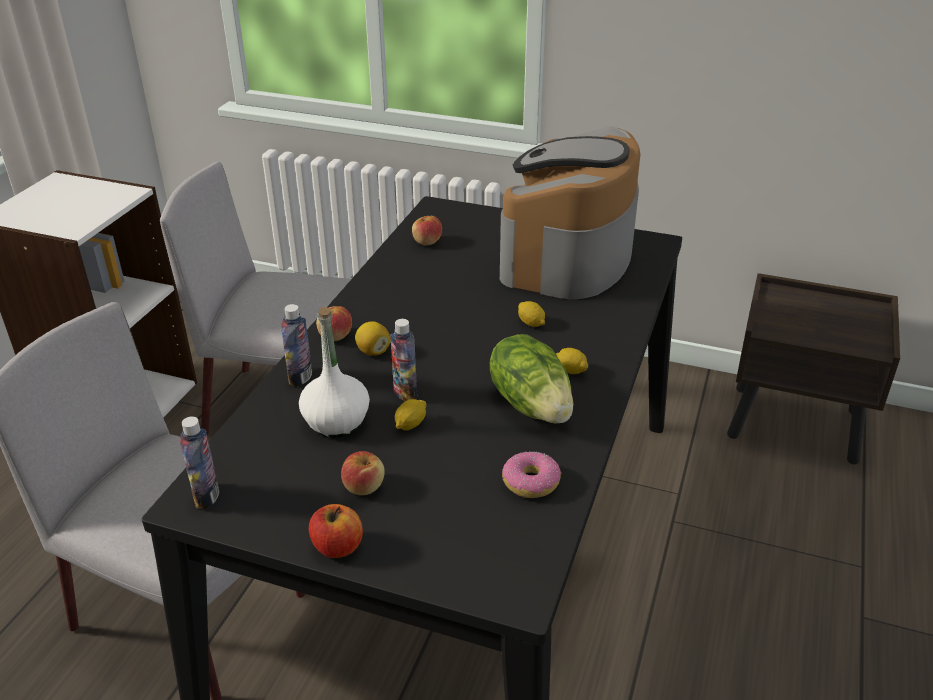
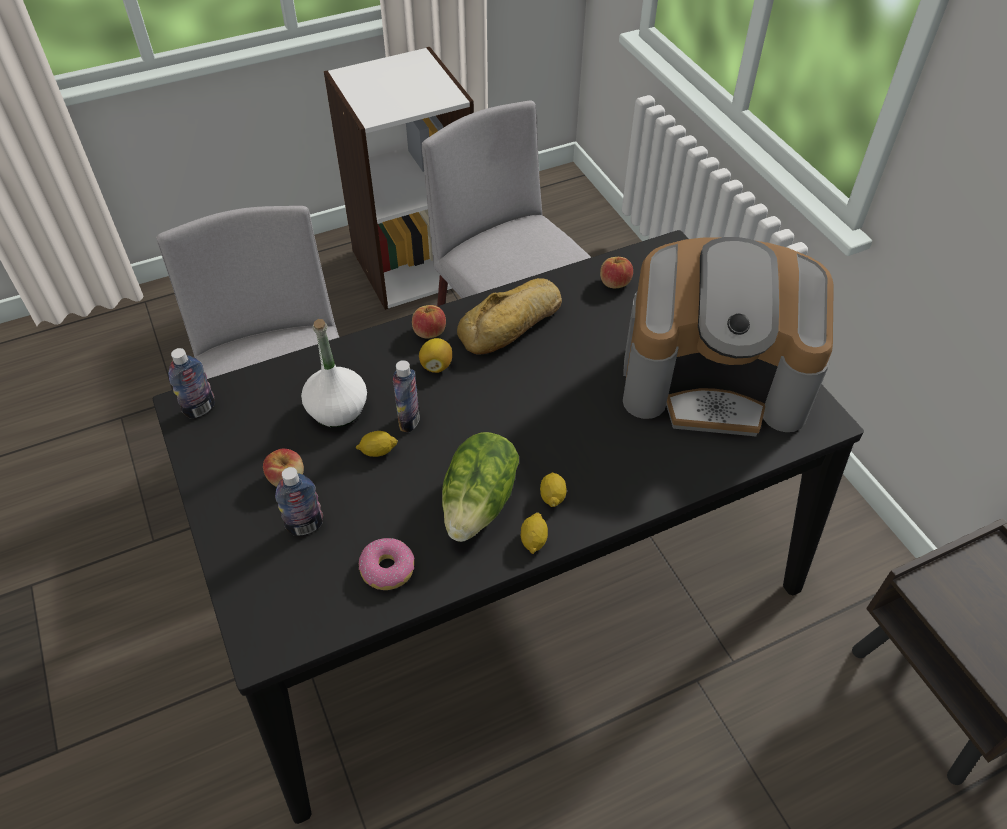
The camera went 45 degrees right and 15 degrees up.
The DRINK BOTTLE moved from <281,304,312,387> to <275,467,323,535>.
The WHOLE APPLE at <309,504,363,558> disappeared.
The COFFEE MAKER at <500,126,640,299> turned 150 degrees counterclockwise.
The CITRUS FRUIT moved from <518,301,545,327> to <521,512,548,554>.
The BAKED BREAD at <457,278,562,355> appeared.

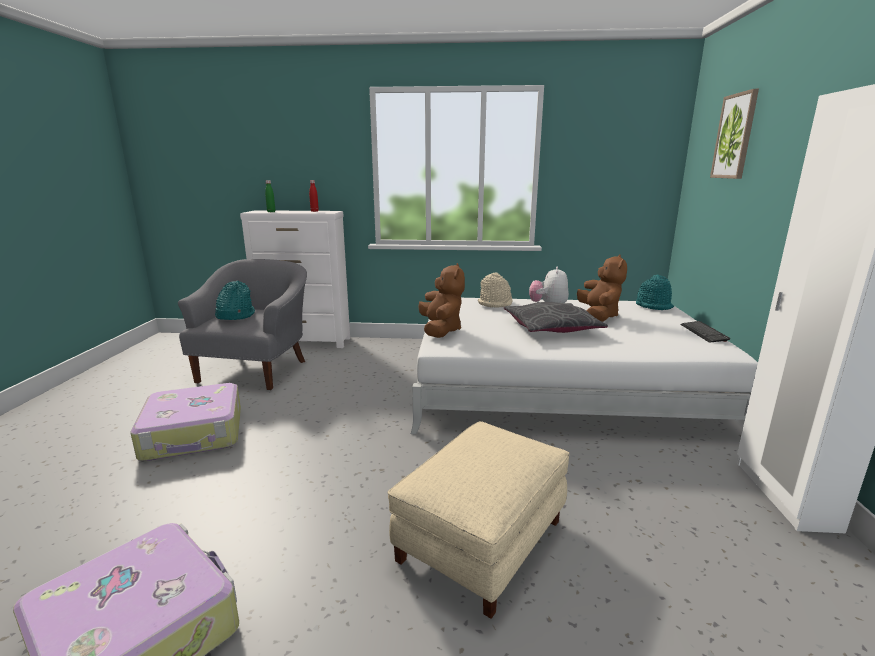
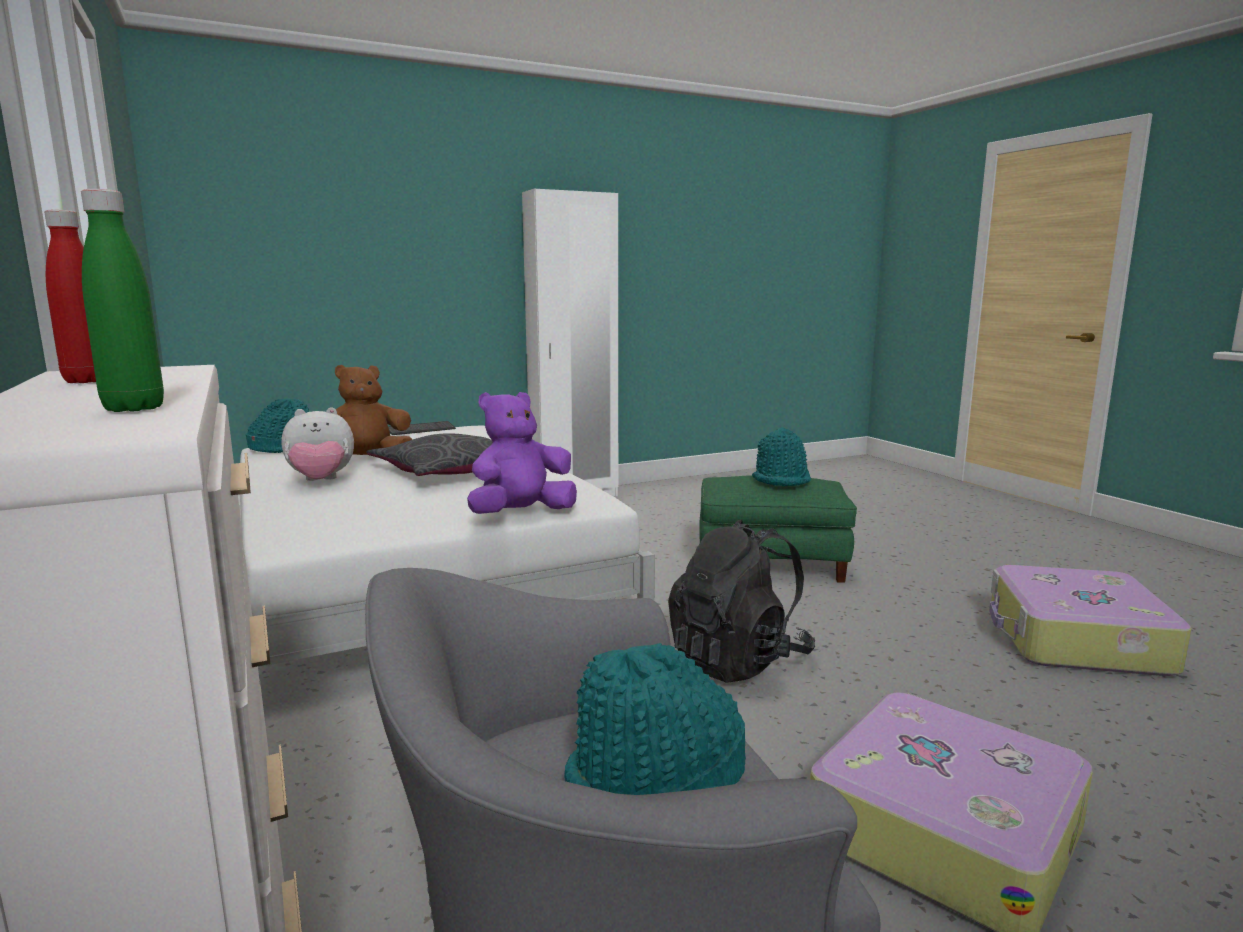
The camera went 120 degrees left and 5 degrees down.
The BEIGE-COLOURED FOOTREST at <388,421,570,619> became the GREEN FOOTREST at <699,476,857,583>.
The BROWNISH SOFT TOY at <418,263,465,338> became the PURPLE-COLOURED SOFT TOY at <467,392,577,514>.
The BEIGE-COLOURED WEARABLE HAT at <478,272,513,308> disappeared.
The PICTURE at <710,89,759,179> disappeared.
The BLACK-COLOURED RUCKSACK at <668,520,815,682> appeared.
The BLUE-GREEN WEARABLE HAT at <752,427,811,486> appeared.

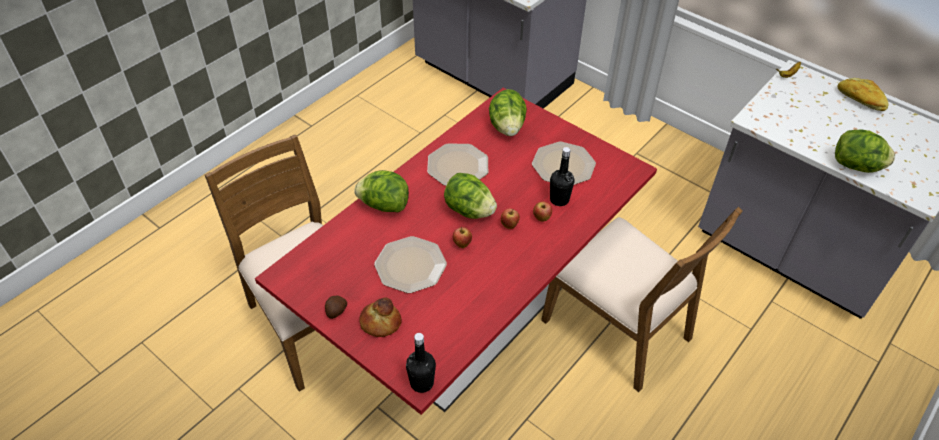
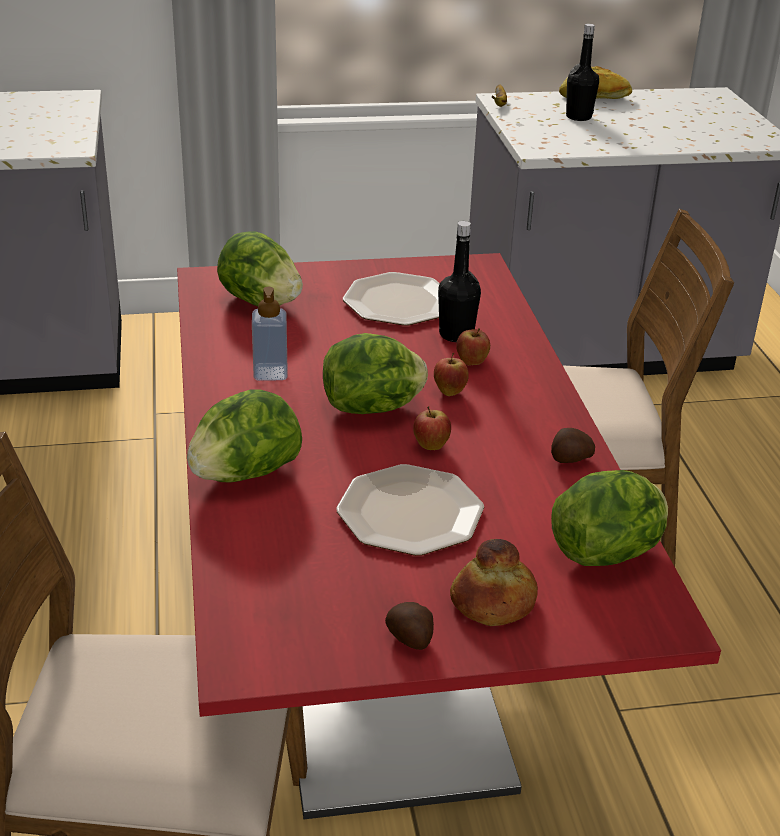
The camera went 50 degrees left and 15 degrees down.
The BLACK-COLOURED DRINK BOTTLE moved from <406,333,436,393> to <566,24,599,121>.
The FLAT DISH at <427,144,488,186> was replaced by the SOAP BOTTLE at <252,287,288,381>.
The LETTUCE moved from <835,129,895,173> to <551,470,668,566>.
The POTATO at <551,428,595,463> appeared.

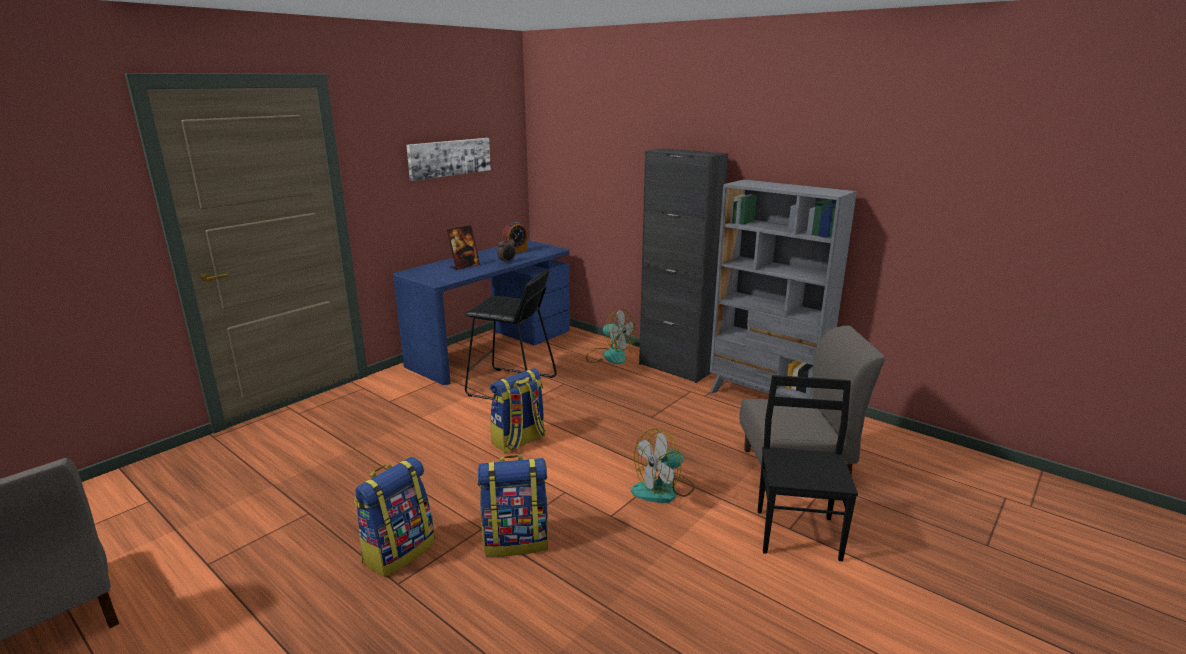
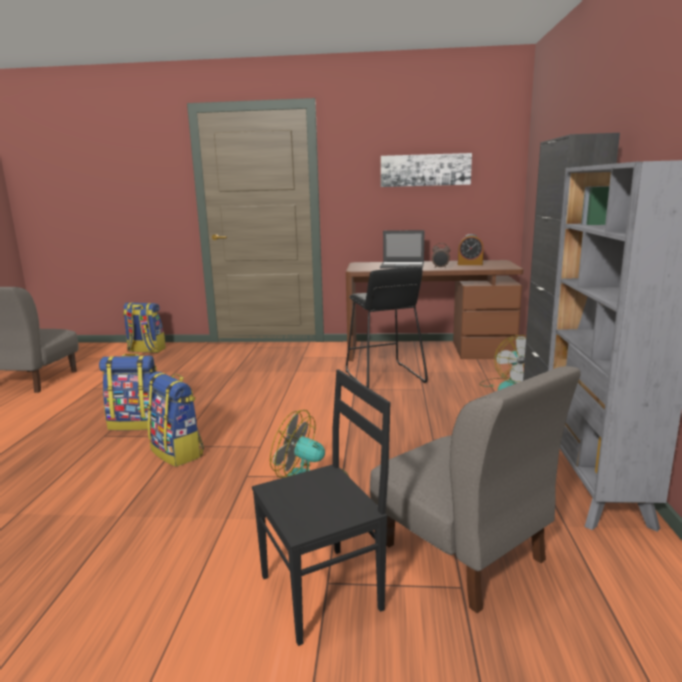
The camera went 55 degrees right and 5 degrees down.
The BLUISH DESK at <393,240,570,385> became the BROWNISH DESK at <346,260,524,361>.
The PICTURE FRAME at <447,225,480,270> was replaced by the NOTEBOOK COMPUTER at <380,230,425,268>.
The RUCKSACK moved from <490,368,545,453> to <123,303,166,353>.

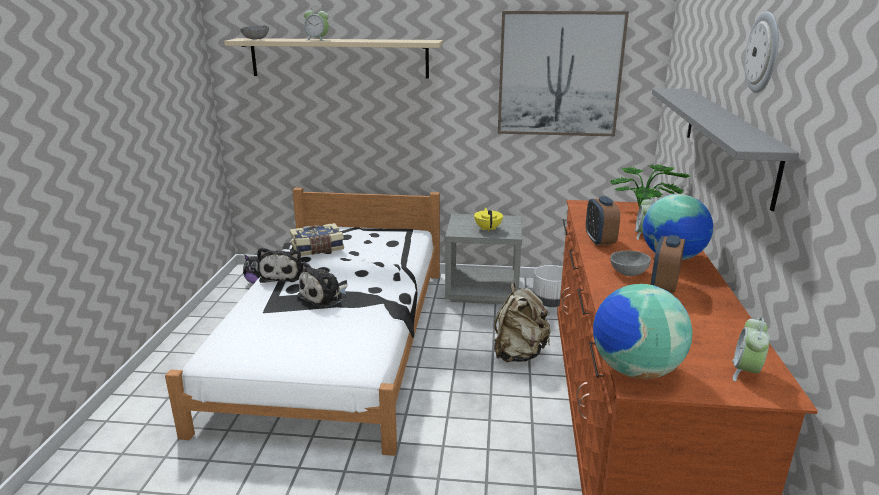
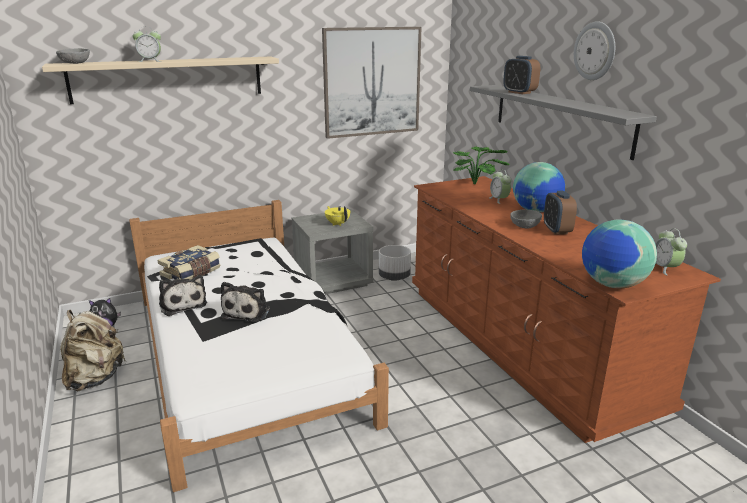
The camera went 30 degrees left and 0 degrees up.
The BEIGE-COLOURED RUCKSACK moved from <494,283,551,362> to <60,310,126,391>.
The ALARM CLOCK moved from <586,196,620,246> to <503,56,540,94>.

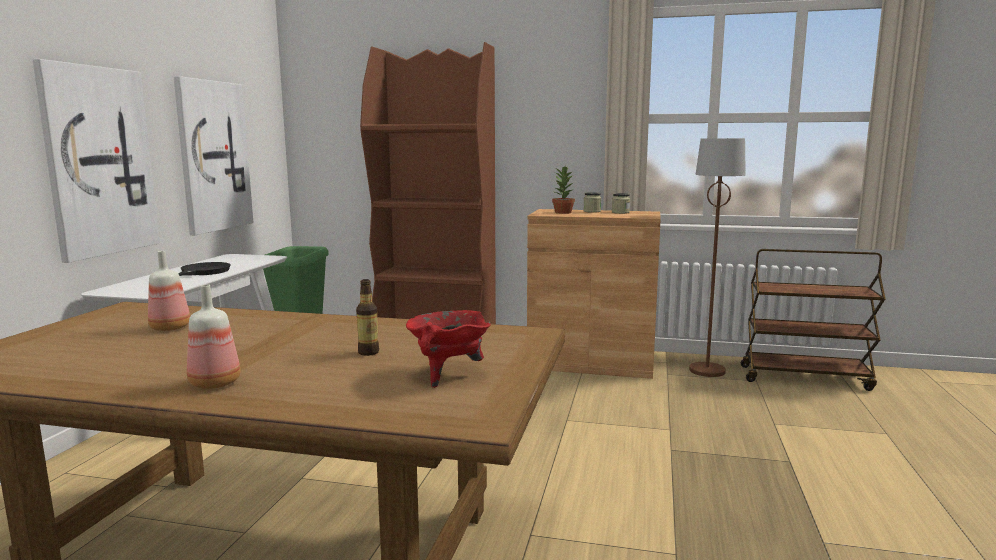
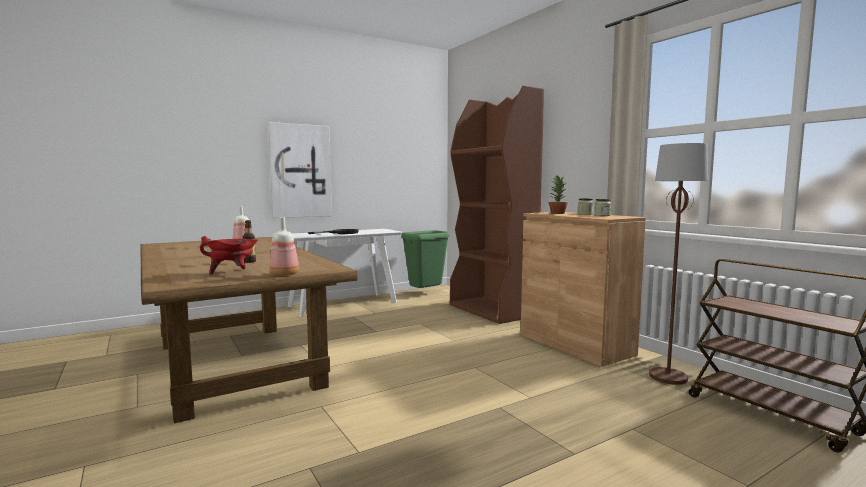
The camera went 45 degrees right and 5 degrees down.
The PICTURE at <174,76,253,235> disappeared.
The DRINK BOTTLE moved from <187,284,241,389> to <270,217,299,276>.

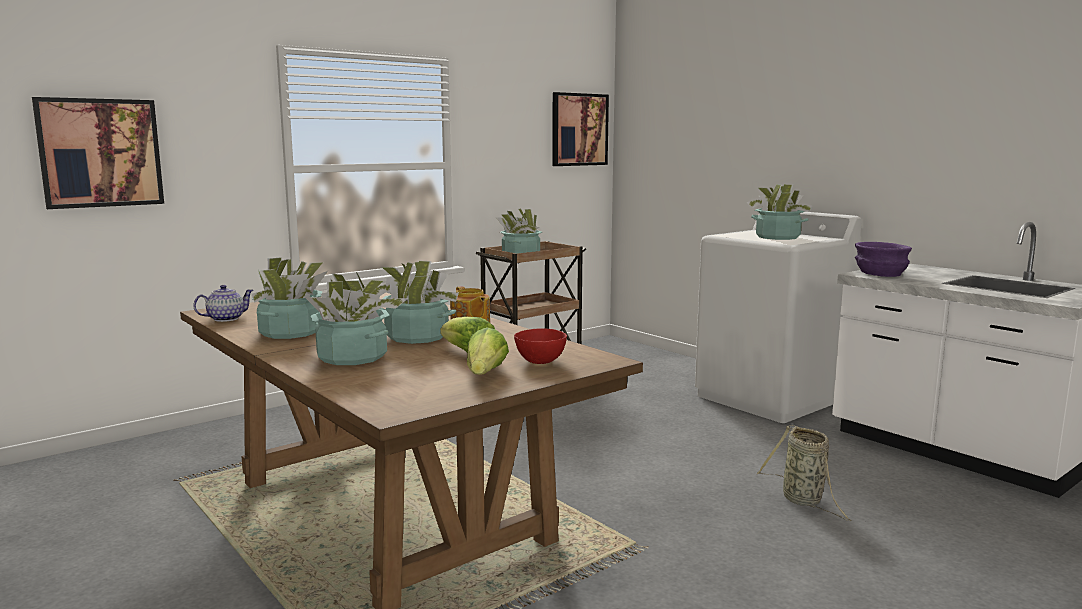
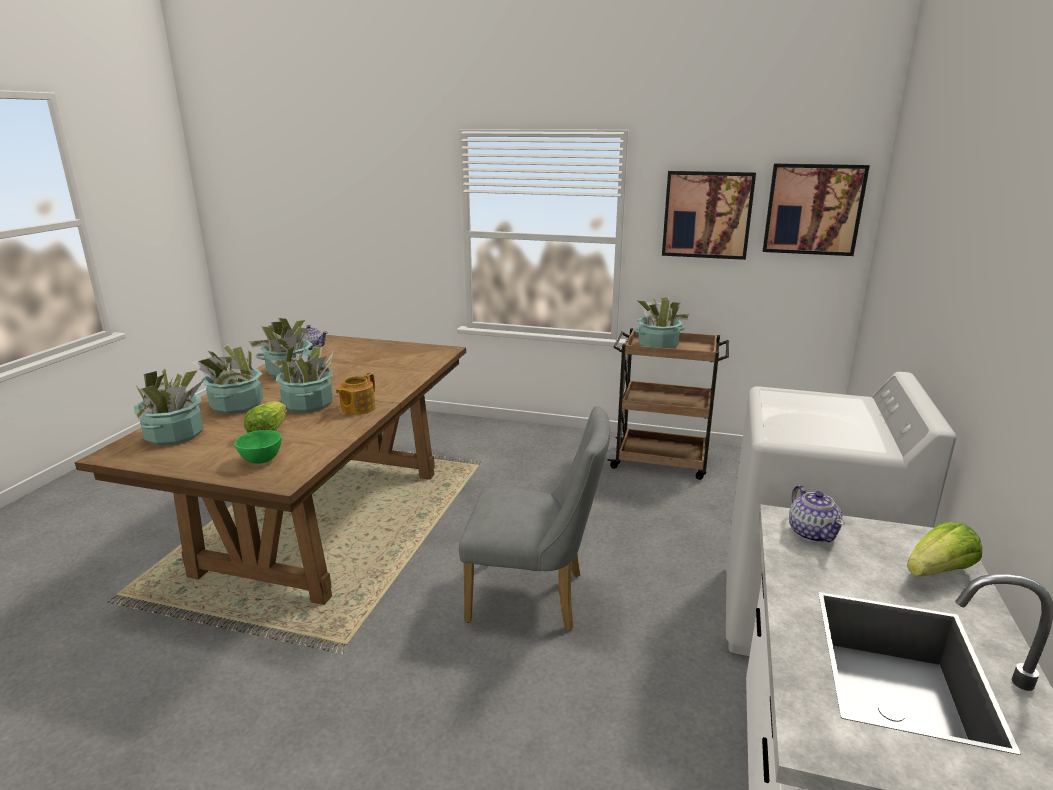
The camera went 55 degrees right and 10 degrees up.
The PICTURE moved from <32,97,164,209> to <662,171,756,260>.
The LETTUCE moved from <467,327,509,375> to <907,522,982,576>.
The REDDISH BOWL at <514,328,567,364> became the GREEN BOWL at <234,430,282,464>.
The PLANT IN A POT moved from <746,184,813,240> to <134,368,204,446>.
The BASKET at <757,425,851,521> disappeared.
The PURPLE-COLOURED BOWL at <855,242,912,277> was replaced by the TEA POT at <789,485,845,542>.
The GREYISH PLAIN CHAIR at <459,406,610,631> appeared.

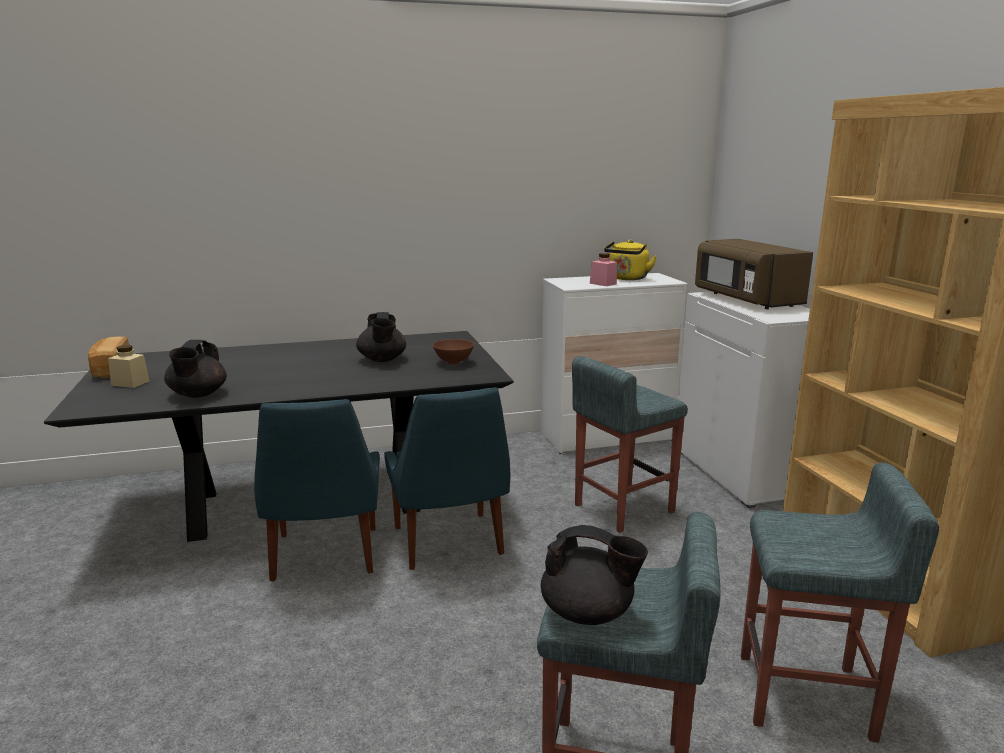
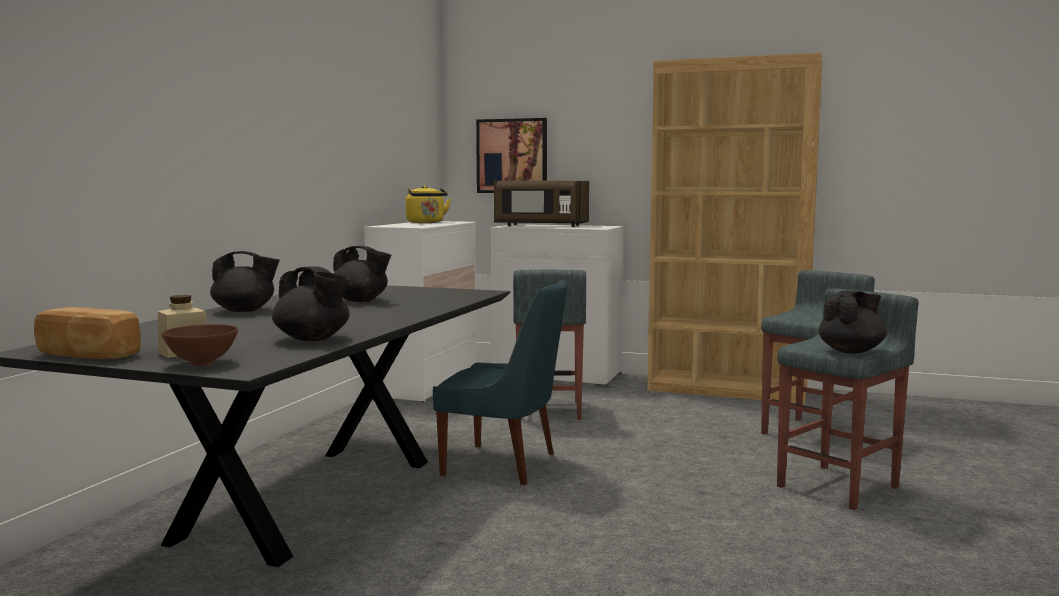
The camera went 55 degrees left and 10 degrees down.
The BLUISH PLAIN CHAIR at <254,399,379,581> disappeared.
The BROWNISH BOWL moved from <433,339,474,365> to <161,324,238,366>.
The PINK JAR at <590,253,617,286> disappeared.
The BLACK-COLOURED TEA POT at <210,251,280,312> appeared.
The PICTURE at <476,118,547,193> appeared.

